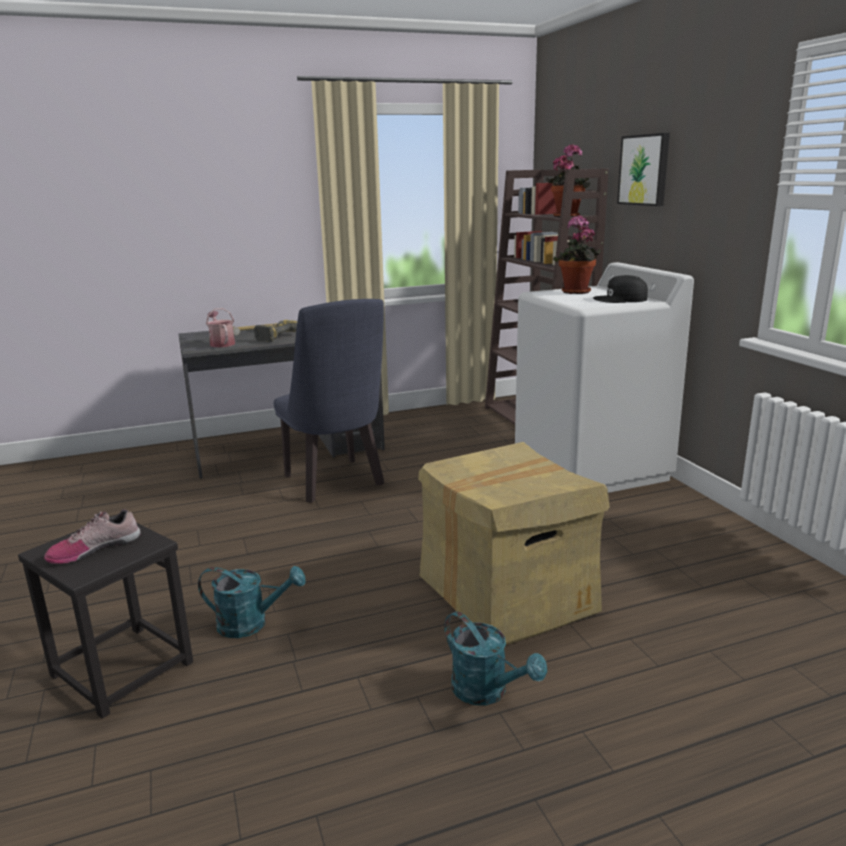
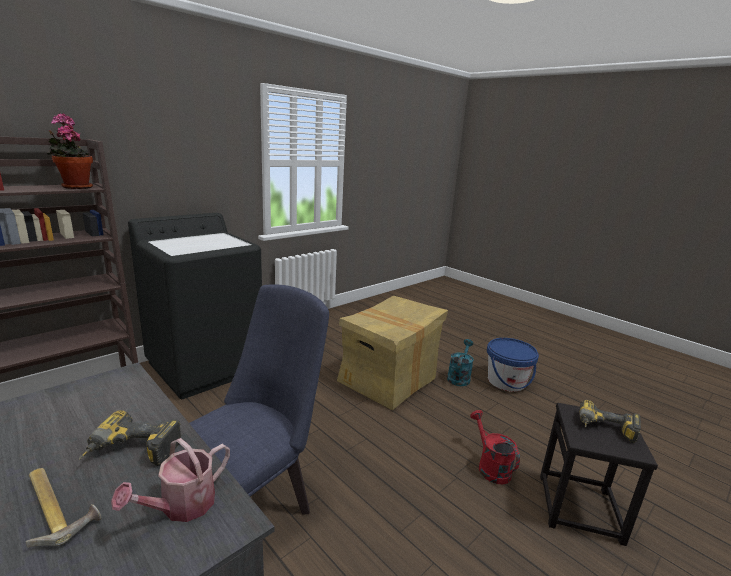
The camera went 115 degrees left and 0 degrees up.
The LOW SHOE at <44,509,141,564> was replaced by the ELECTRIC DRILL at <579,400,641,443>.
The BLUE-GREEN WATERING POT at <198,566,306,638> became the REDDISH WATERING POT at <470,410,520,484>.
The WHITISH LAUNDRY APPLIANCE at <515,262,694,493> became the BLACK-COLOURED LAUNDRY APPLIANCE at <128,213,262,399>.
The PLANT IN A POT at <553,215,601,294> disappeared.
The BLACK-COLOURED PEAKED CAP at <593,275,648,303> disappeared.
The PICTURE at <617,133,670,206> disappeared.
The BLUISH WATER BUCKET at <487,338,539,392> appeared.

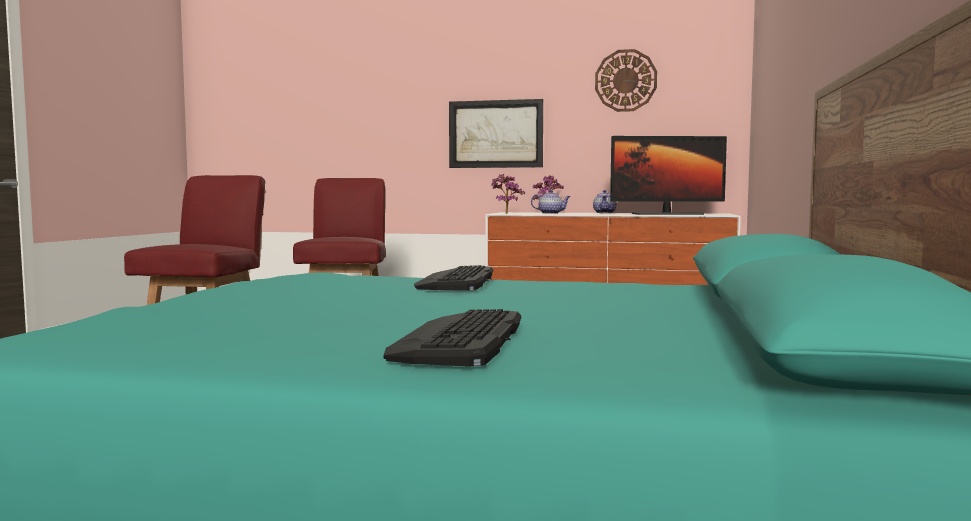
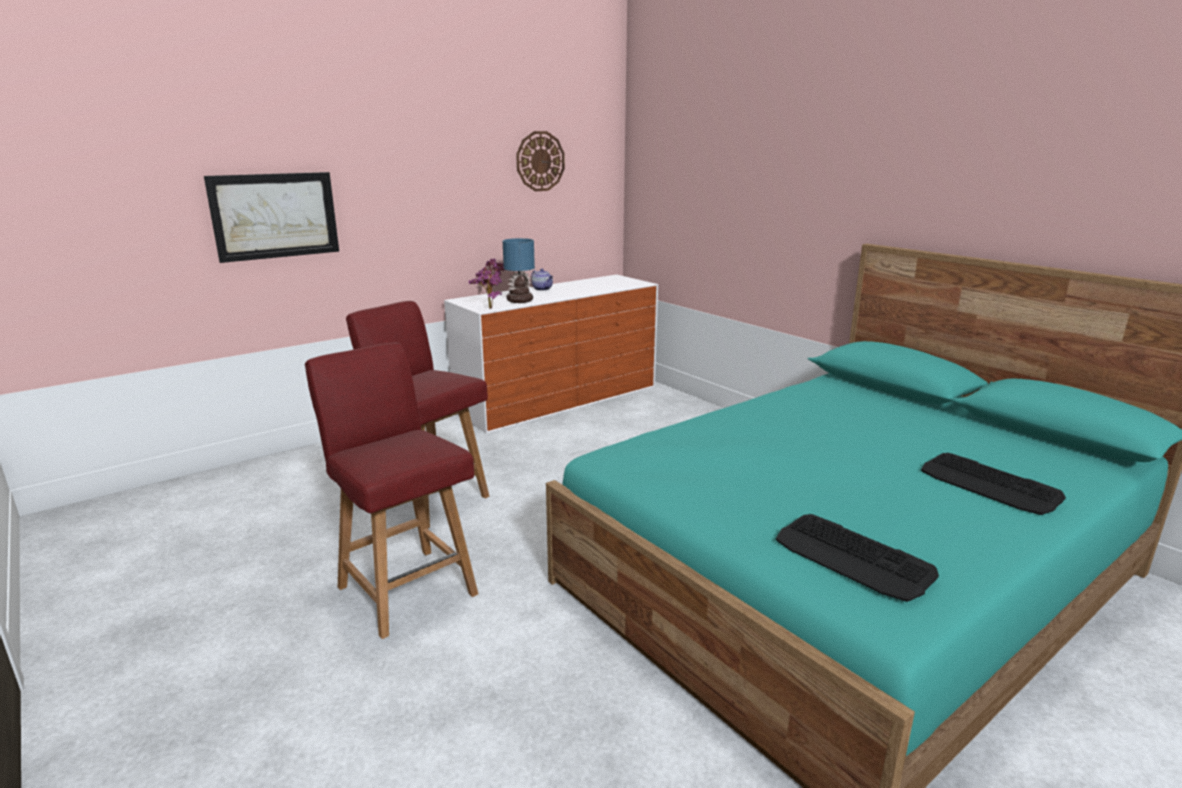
The camera went 50 degrees left and 15 degrees up.
The KEYBOARD moved from <414,265,493,291> to <776,514,939,602>.
The PICTURE moved from <449,99,543,168> to <204,172,339,263>.
The TEA POT at <531,190,571,214> was replaced by the LAMP FOR A TABLE at <503,238,535,303>.
The COMPUTER DISPLAY at <610,136,727,215> disappeared.

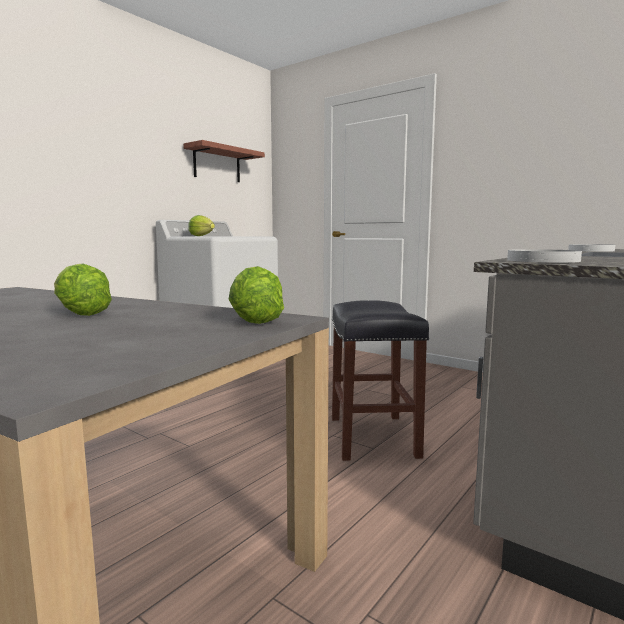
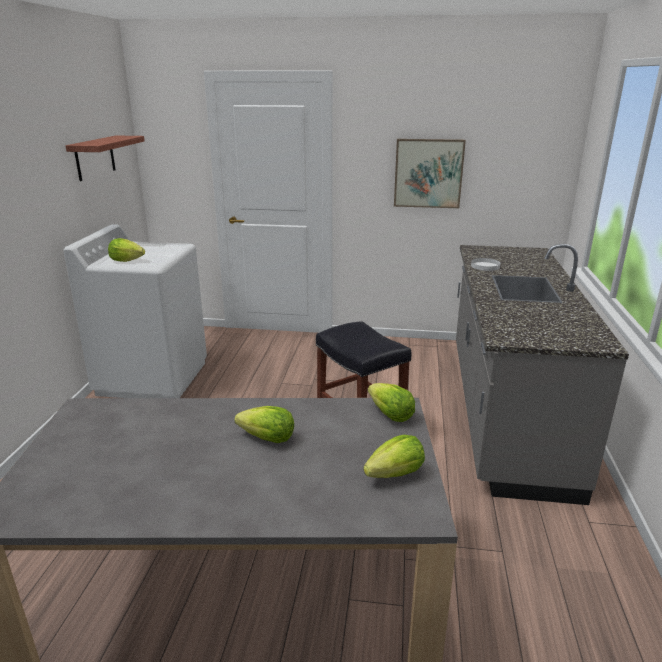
The camera went 30 degrees left and 15 degrees up.
The WHITISH FLAT DISH at <507,249,582,263> disappeared.
The LETTUCE at <364,435,425,478> appeared.
The PICTURE at <394,139,466,208> appeared.

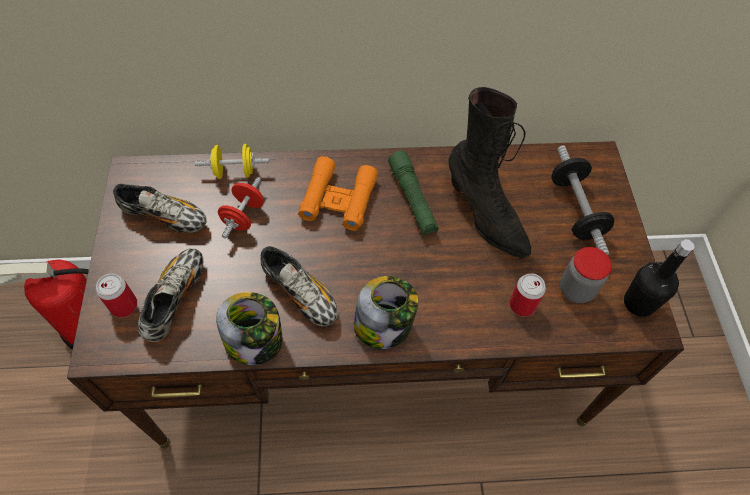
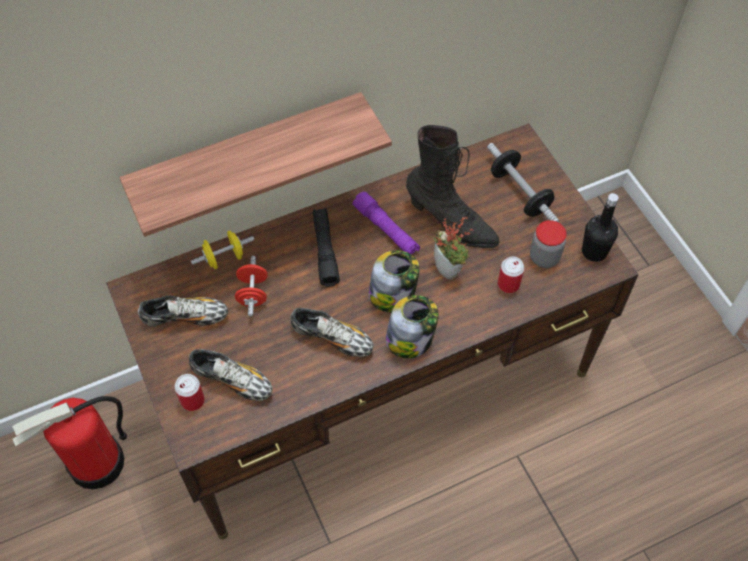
The camera went 20 degrees left and 0 degrees up.
The LOW SHOE at <138,248,203,342> turned 120 degrees clockwise.
The JAR moved from <216,292,283,365> to <368,250,420,312>.
The ORANGE-COLOURED FIELD GLASSES at <298,156,378,231> was replaced by the BLACK-COLOURED TORCH at <313,208,340,287>.
The GREEN TORCH at <388,151,439,236> became the PURPLE-COLOURED TORCH at <353,192,420,254>.
The WALL SHELF at <120,92,392,237> appeared.
The PLANT IN A POT at <434,217,474,279> appeared.

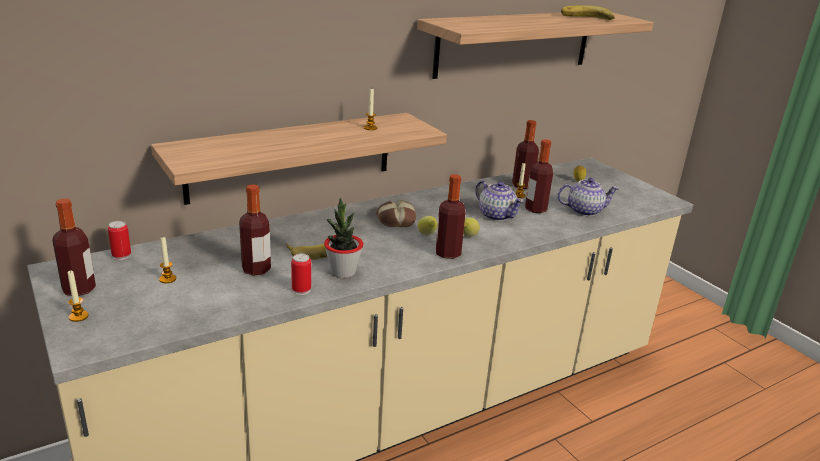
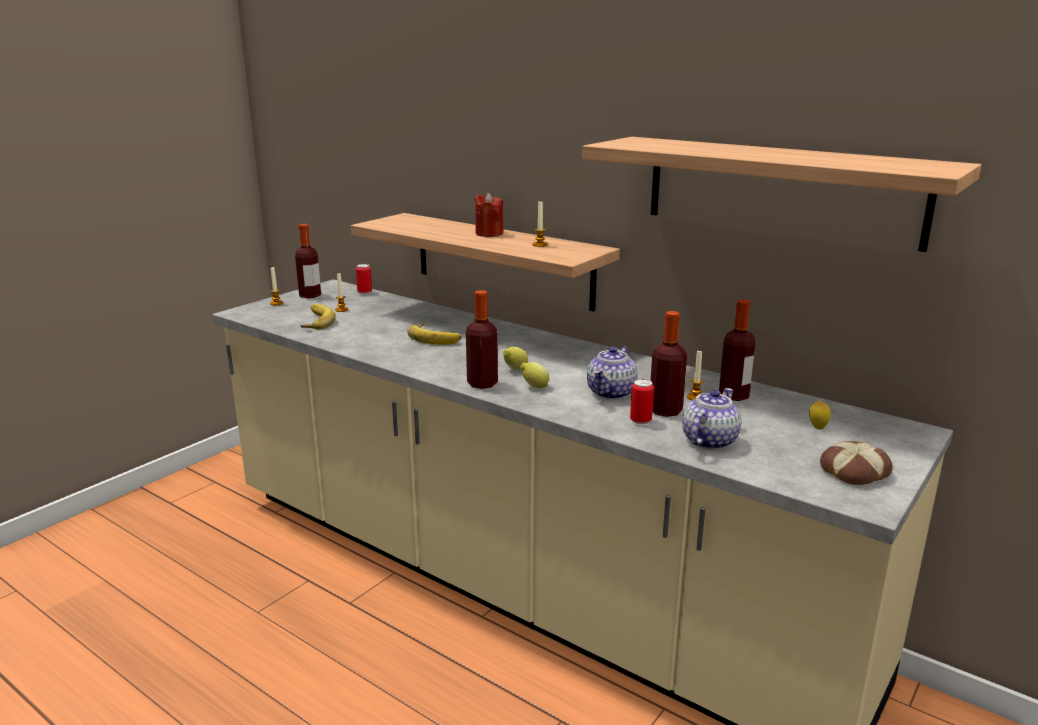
The camera went 70 degrees right and 5 degrees down.
The DRINK BOTTLE at <239,184,271,276> disappeared.
The SEALED CAN moved from <291,253,311,295> to <630,379,654,426>.
The PLANT IN A POT at <324,197,363,278> disappeared.
The BAKED BREAD moved from <376,200,416,227> to <820,441,893,485>.
The TEA POT at <557,178,619,216> turned 120 degrees counterclockwise.
The BANANA moved from <561,5,615,20> to <300,304,336,330>.
The REDDISH WAX CANDLE at <475,193,503,237> appeared.

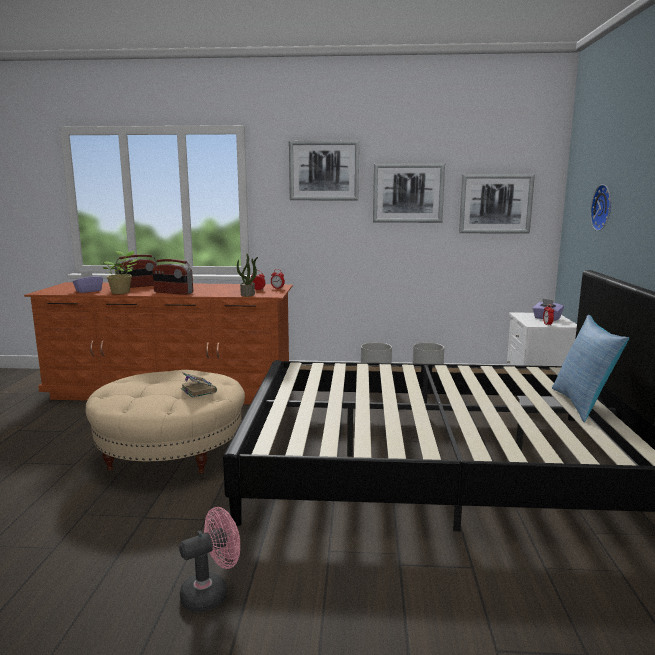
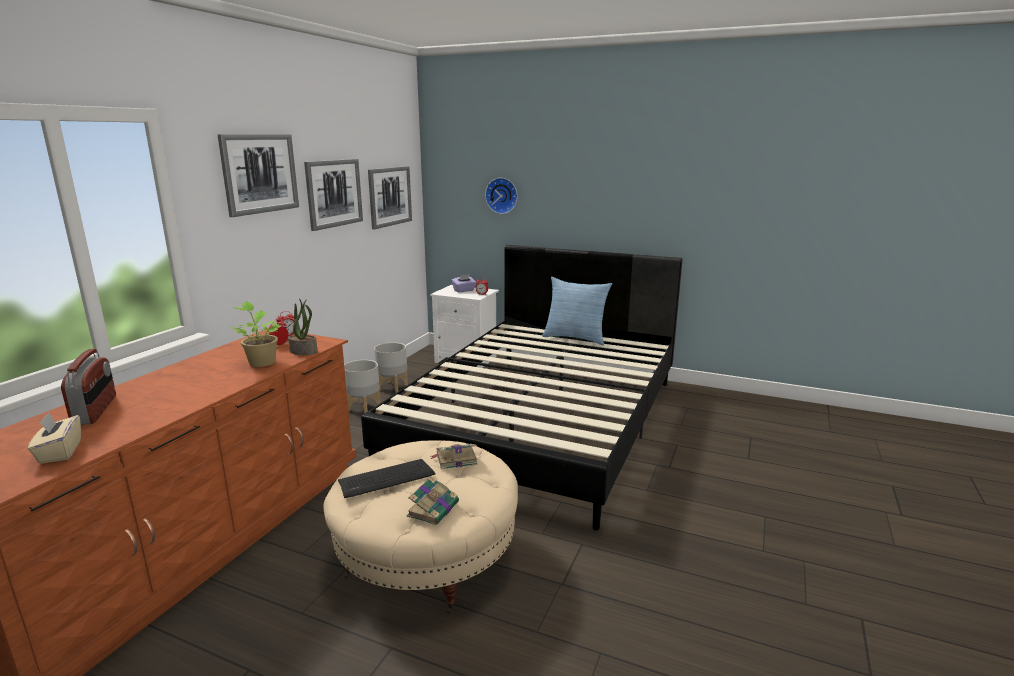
The camera went 70 degrees left and 5 degrees up.
The PURPLE-COLOURED BOX OF TISSUES at <73,271,103,293> became the BEIGE-COLOURED BOX OF TISSUES at <28,412,81,464>.
The PLANT IN A POT moved from <101,251,138,294> to <229,301,281,367>.
The RADIO RECEIVER at <152,259,193,295> disappeared.
The PINK ELECTRIC FAN at <179,507,240,612> disappeared.
The KEYBOARD at <338,459,436,498> appeared.
The BOUND BOOK at <407,476,459,525> appeared.

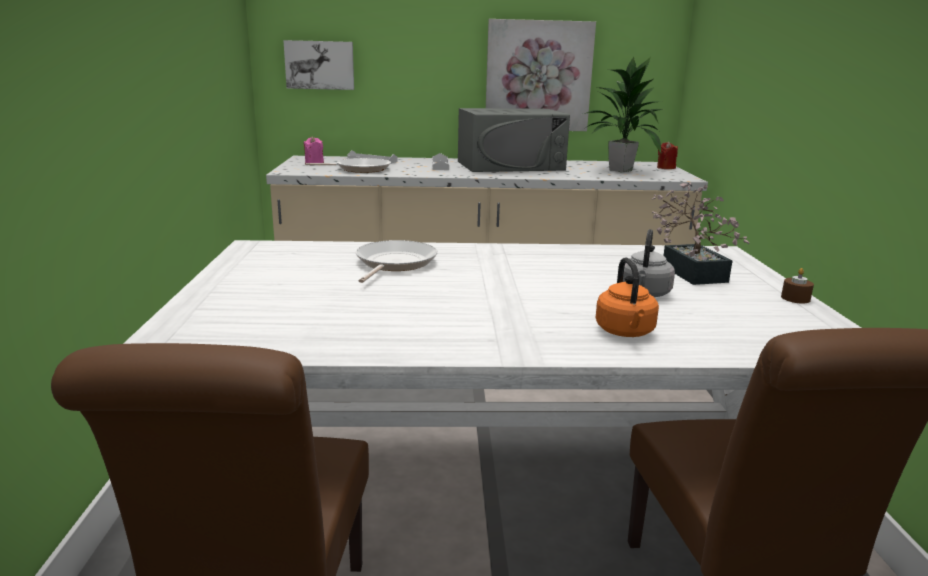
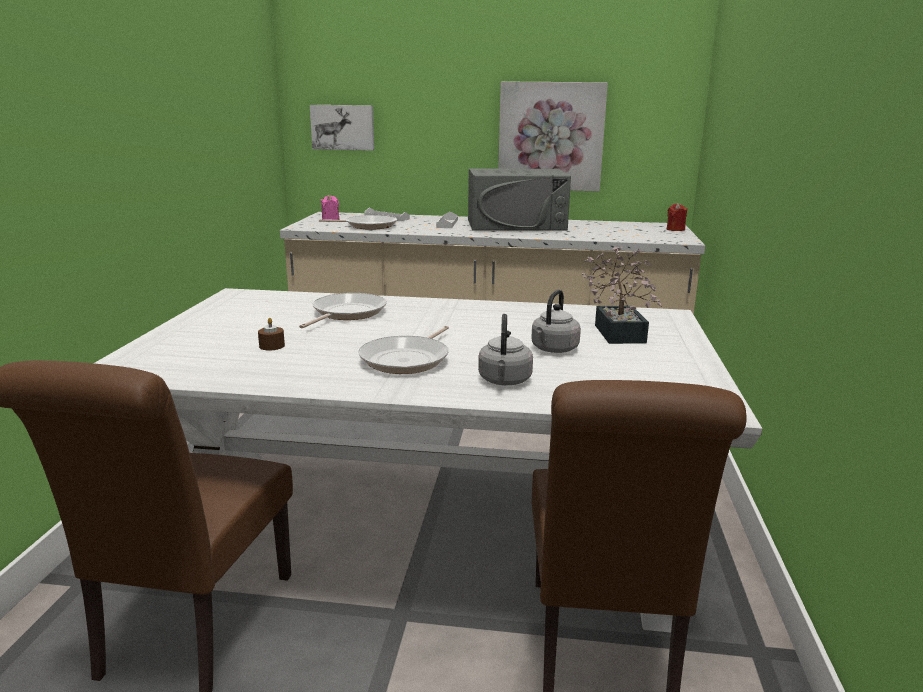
The camera went 10 degrees right and 0 degrees up.
The PLANT IN A POT at <584,57,667,172> disappeared.
The ORANGE-COLOURED TEA KETTLE at <595,258,659,337> became the GREYISH TEA KETTLE at <478,314,533,385>.
The BROWNISH WAX CANDLE moved from <781,268,814,303> to <258,318,285,350>.
The PAN at <358,326,449,374> appeared.

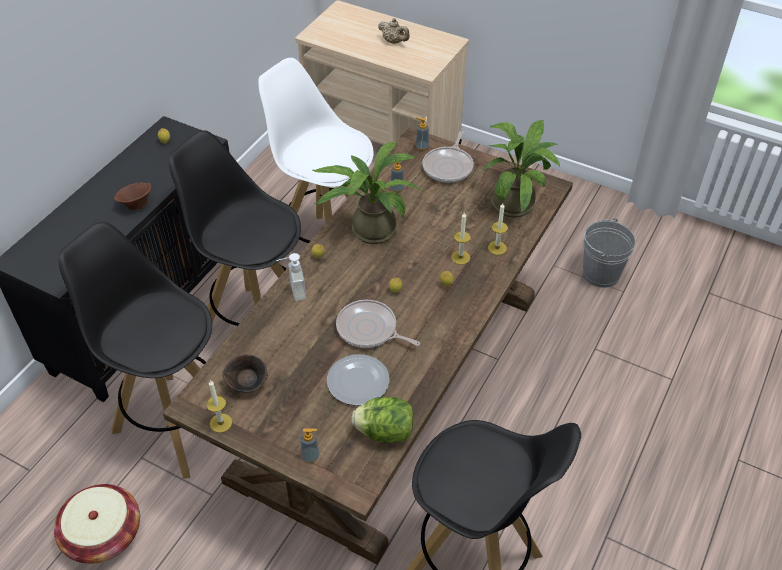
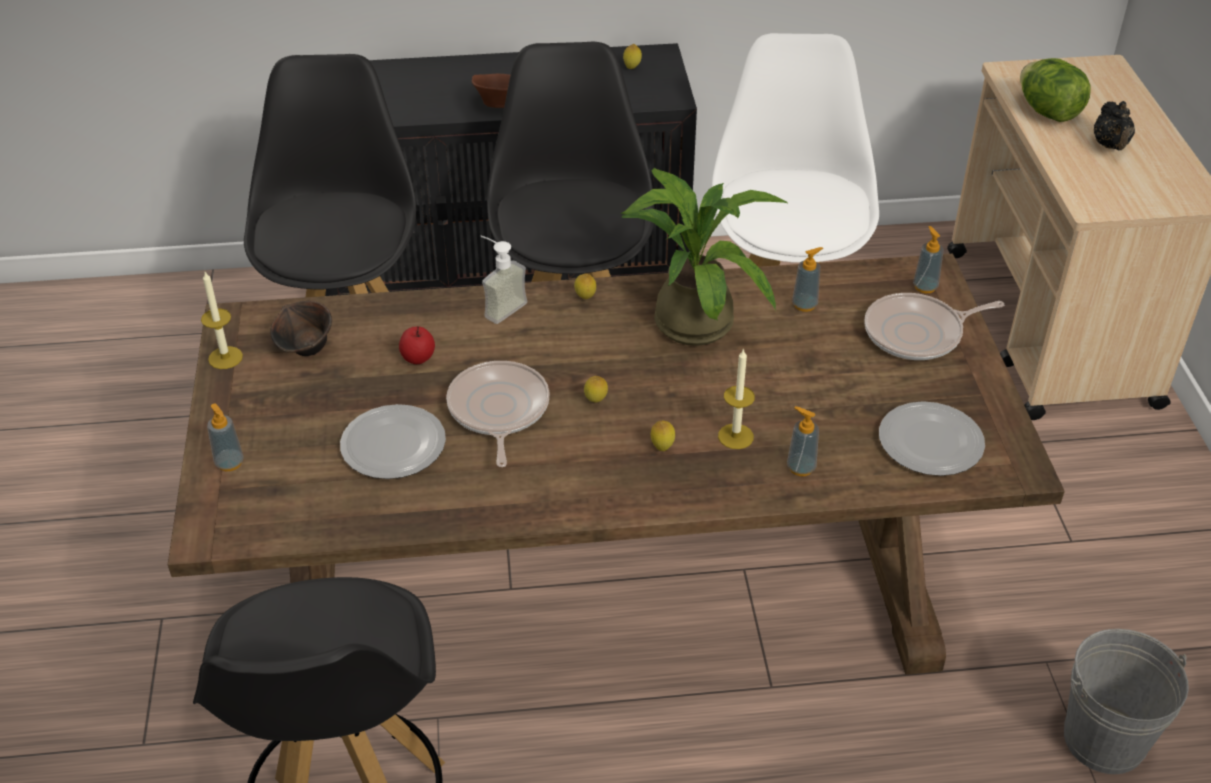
The camera went 55 degrees right and 5 degrees down.
The BASKET at <54,484,140,564> disappeared.
The LETTUCE moved from <351,397,414,443> to <1020,58,1091,122>.
The BEIGE-COLOURED TEA POT at <378,18,410,44> became the BLACK-COLOURED TEA POT at <1094,101,1135,150>.
The PLANT IN A POT at <482,120,560,217> was replaced by the FLAT DISH at <879,401,985,476>.
The WAX CANDLE at <488,203,508,255> was replaced by the SOAP BOTTLE at <787,406,819,476>.
The WHOLE APPLE at <399,326,435,364> appeared.

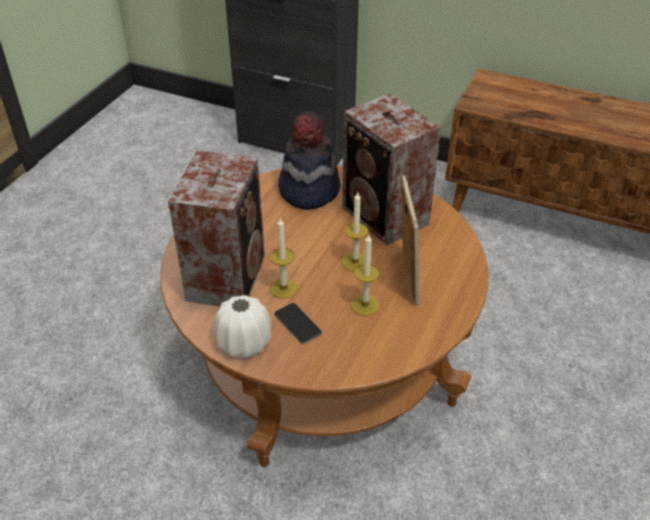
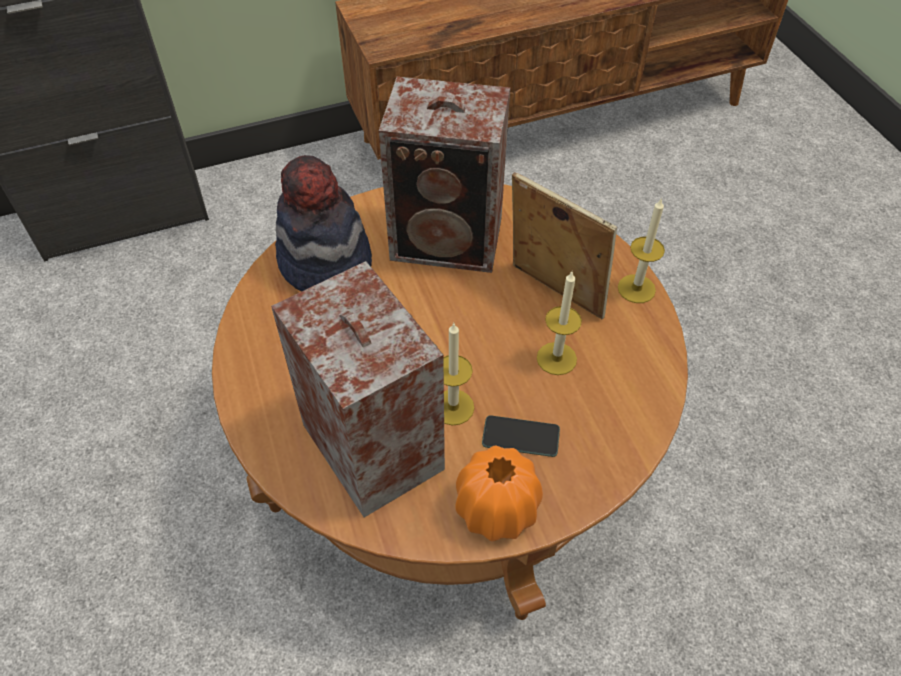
The camera went 45 degrees left and 10 degrees up.
The WHITISH VASE at <213,295,271,358> became the ORANGE-COLOURED VASE at <455,445,543,542>.
The WAX CANDLE moved from <342,192,368,272> to <618,198,665,303>.

